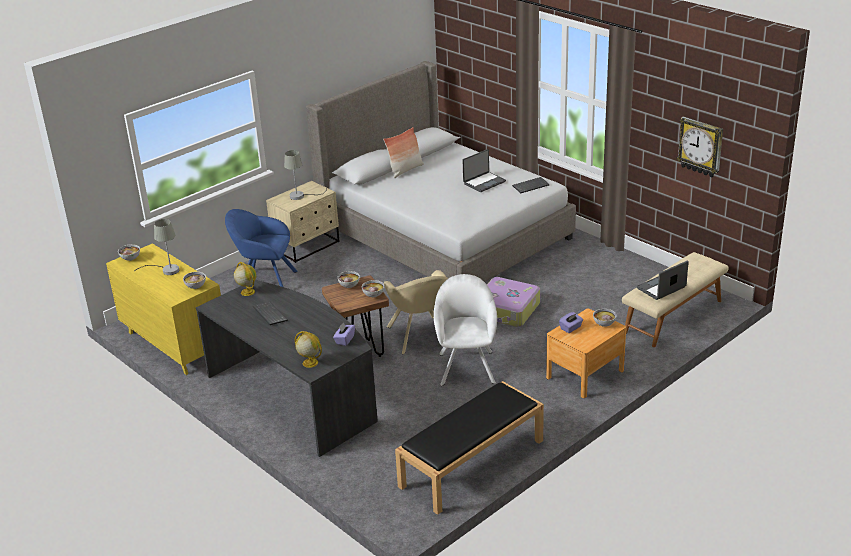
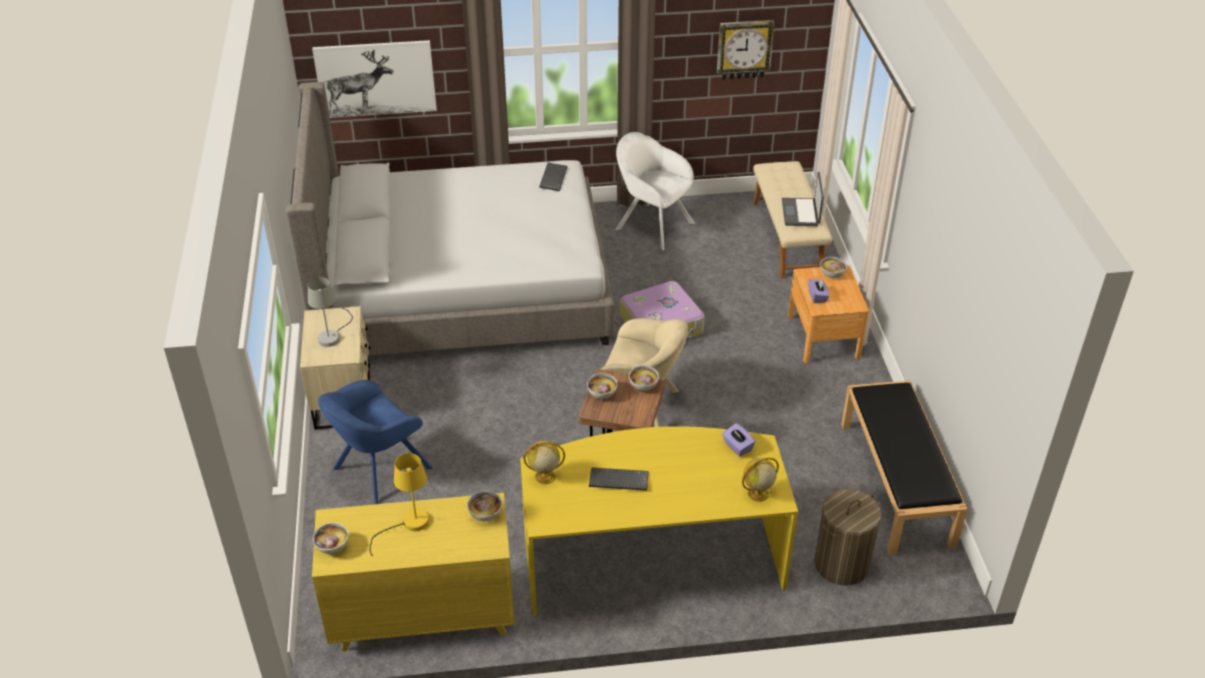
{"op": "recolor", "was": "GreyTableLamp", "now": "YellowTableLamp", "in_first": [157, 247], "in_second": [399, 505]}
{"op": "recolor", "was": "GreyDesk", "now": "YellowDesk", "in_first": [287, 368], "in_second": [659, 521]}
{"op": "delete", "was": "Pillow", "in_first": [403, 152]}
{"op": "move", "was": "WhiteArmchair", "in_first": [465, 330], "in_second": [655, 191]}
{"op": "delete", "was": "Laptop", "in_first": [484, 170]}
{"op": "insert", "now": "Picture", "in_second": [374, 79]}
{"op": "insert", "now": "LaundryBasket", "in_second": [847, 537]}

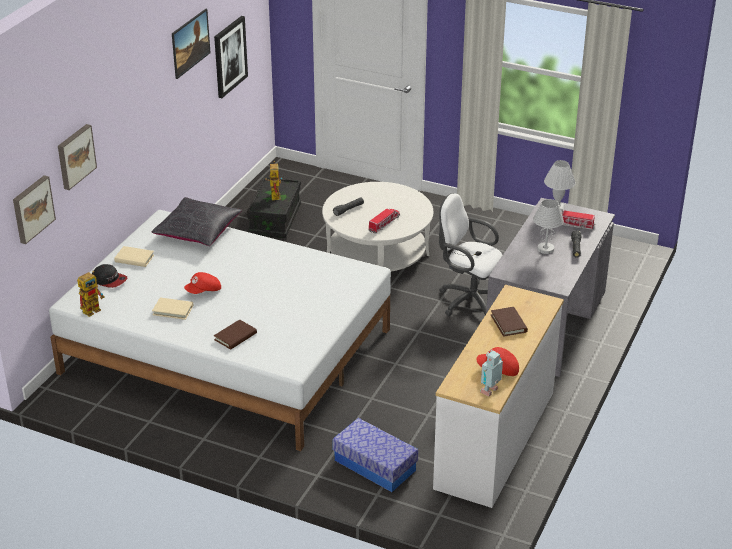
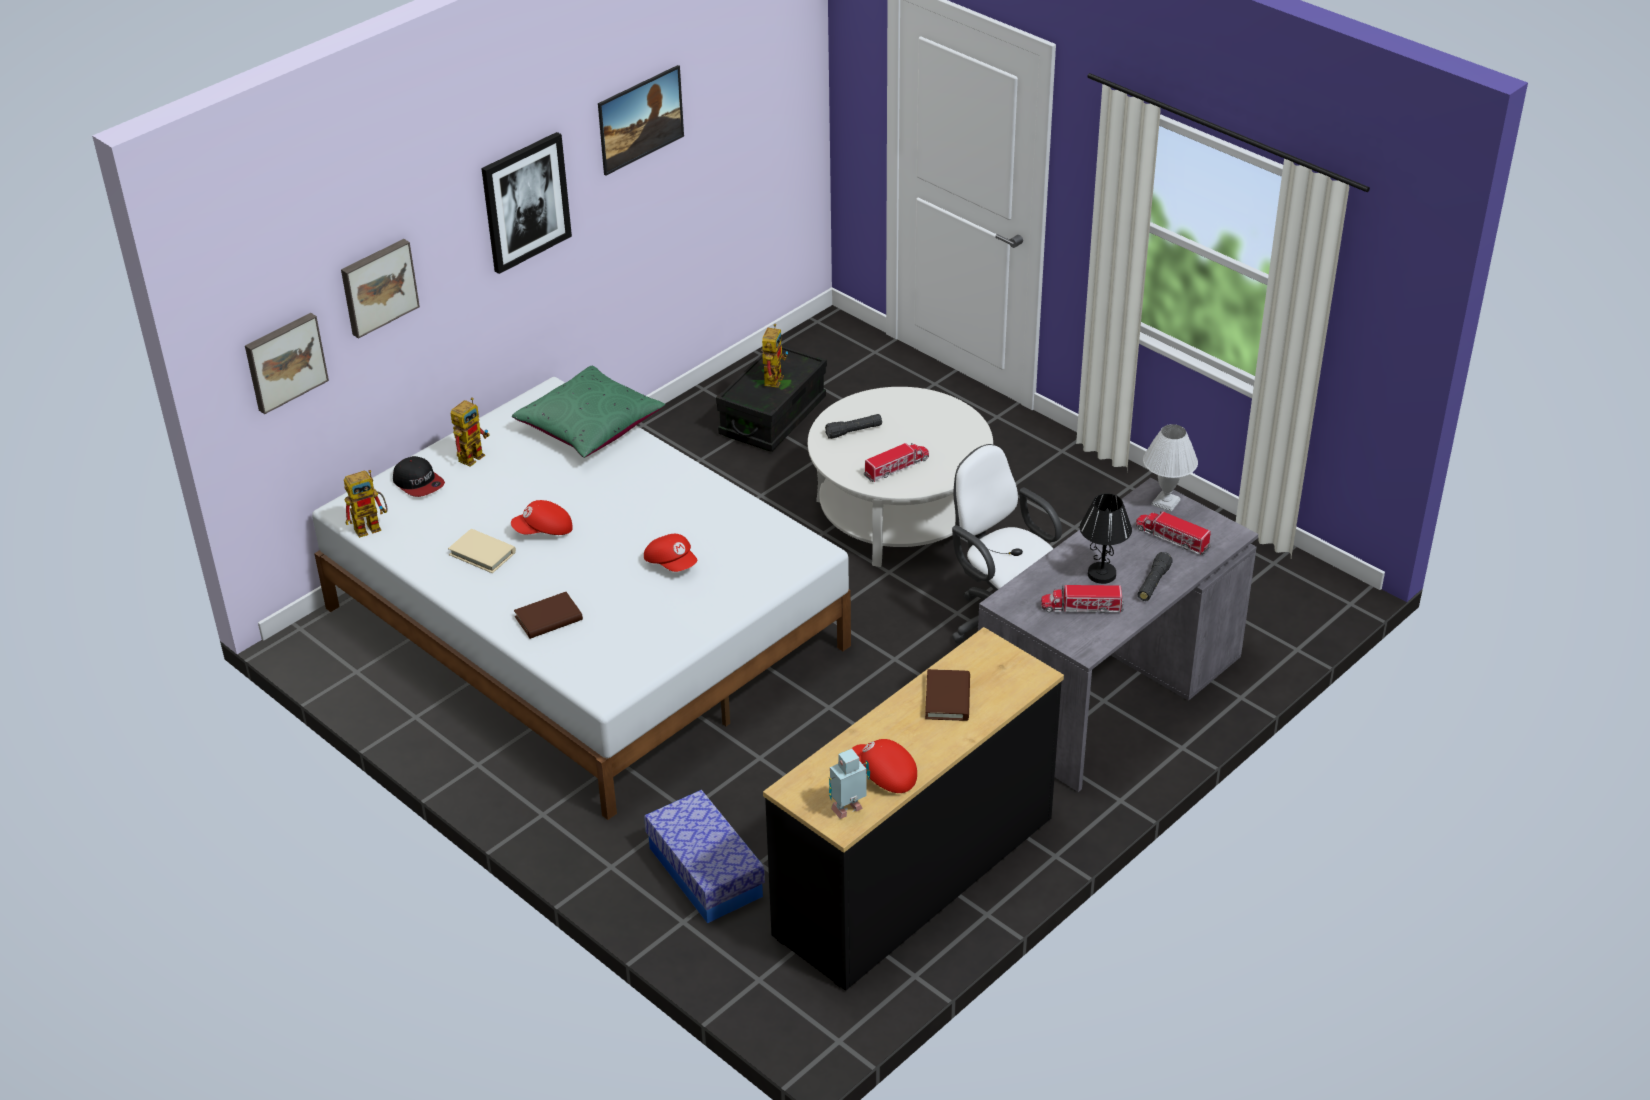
{"op": "replace", "was": "BeigeBook", "now": "ToyRobot", "in_first": [134, 256], "in_second": [470, 432]}
{"op": "recolor", "was": "BlackPillow", "now": "GreenPillow", "in_first": [197, 221], "in_second": [588, 411]}
{"op": "move", "was": "Picture", "in_first": [231, 57], "in_second": [526, 203]}
{"op": "recolor", "was": "WhiteDresser", "now": "BlackDresser", "in_first": [498, 396], "in_second": [913, 809]}
{"op": "recolor", "was": "WhiteTableLamp", "now": "BlackTableLamp", "in_first": [548, 226], "in_second": [1106, 538]}
{"op": "insert", "now": "RedCap", "in_second": [670, 553]}
{"op": "insert", "now": "ToyTruck", "in_second": [1082, 598]}

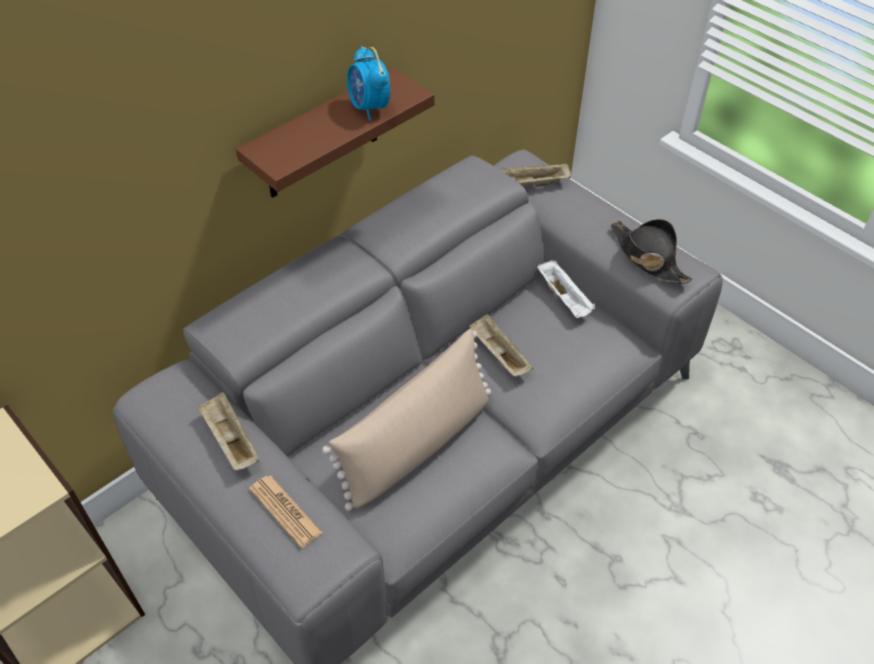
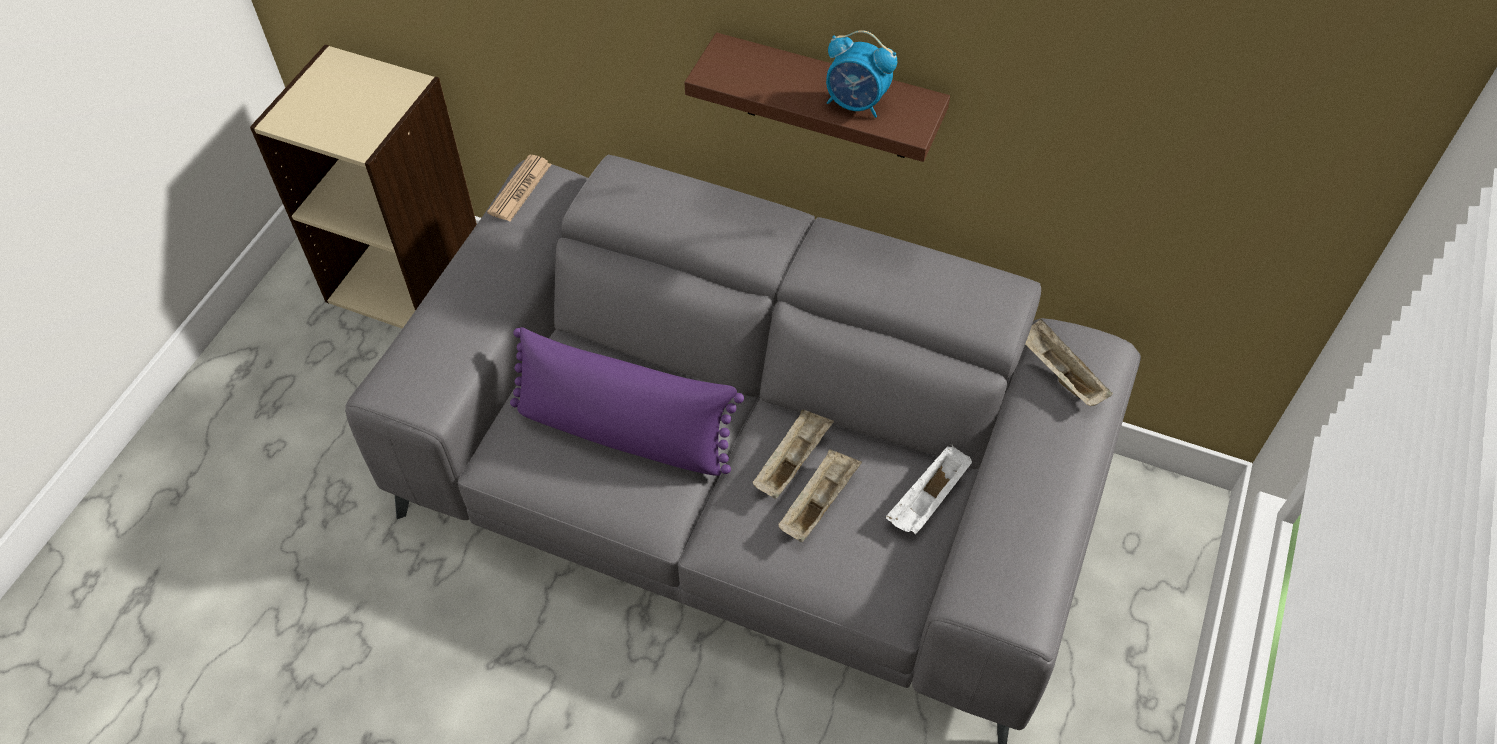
{"op": "move", "was": "BeigeTray", "in_first": [229, 431], "in_second": [820, 496]}
{"op": "move", "was": "Newspaper", "in_first": [286, 511], "in_second": [519, 188]}
{"op": "recolor", "was": "BeigePillow", "now": "PurplePillow", "in_first": [406, 420], "in_second": [627, 401]}
{"op": "rotate", "was": "AlarmClock", "in_first": [368, 83], "in_second": [861, 74], "clockwise": -105}
{"op": "delete", "was": "BlackHat", "in_first": [652, 251]}

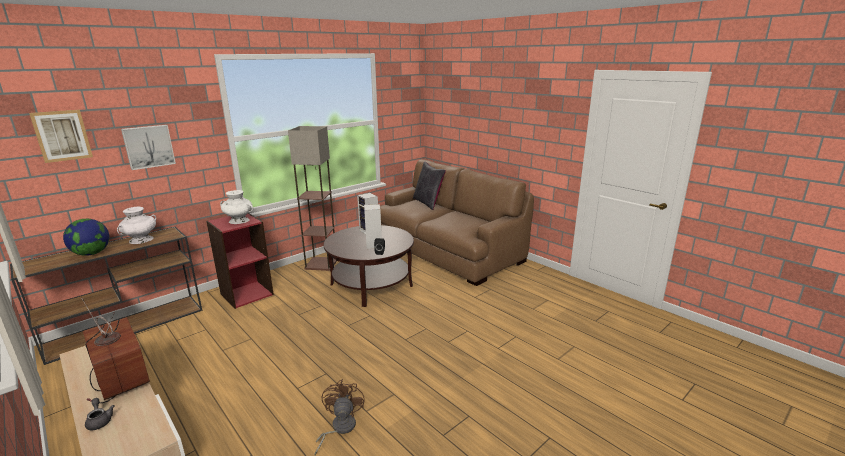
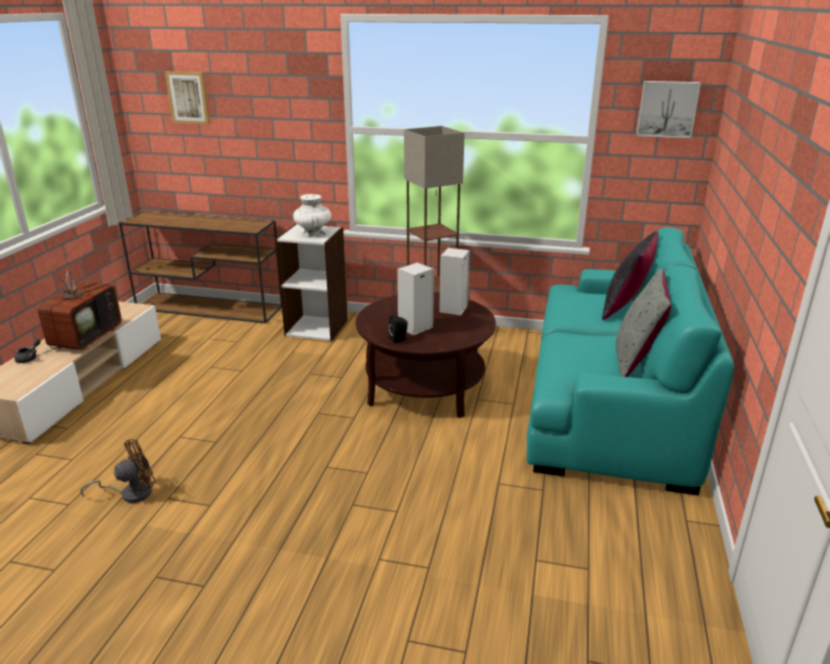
{"op": "delete", "was": "Globe", "in_first": [86, 237]}
{"op": "delete", "was": "WhiteVase", "in_first": [136, 225]}
{"op": "move", "was": "Picture", "in_first": [148, 147], "in_second": [668, 109]}
{"op": "recolor", "was": "RedBookcase", "now": "WhiteBookcase", "in_first": [240, 261], "in_second": [311, 282]}
{"op": "recolor", "was": "BrownSofa", "now": "TurquoiseSofa", "in_first": [457, 222], "in_second": [630, 361]}
{"op": "insert", "now": "GreyPillow", "in_second": [643, 322]}

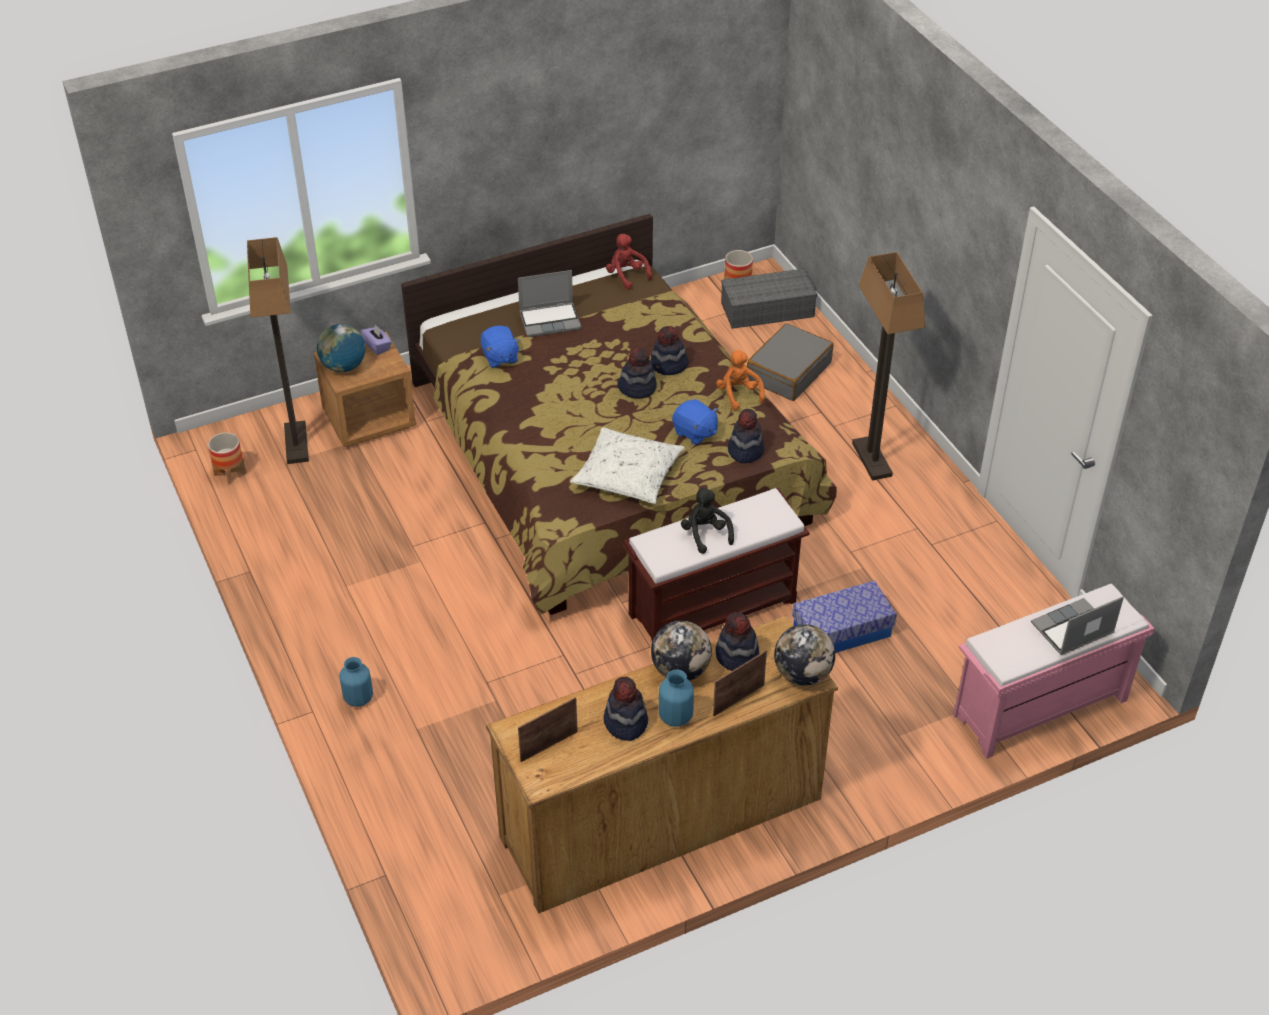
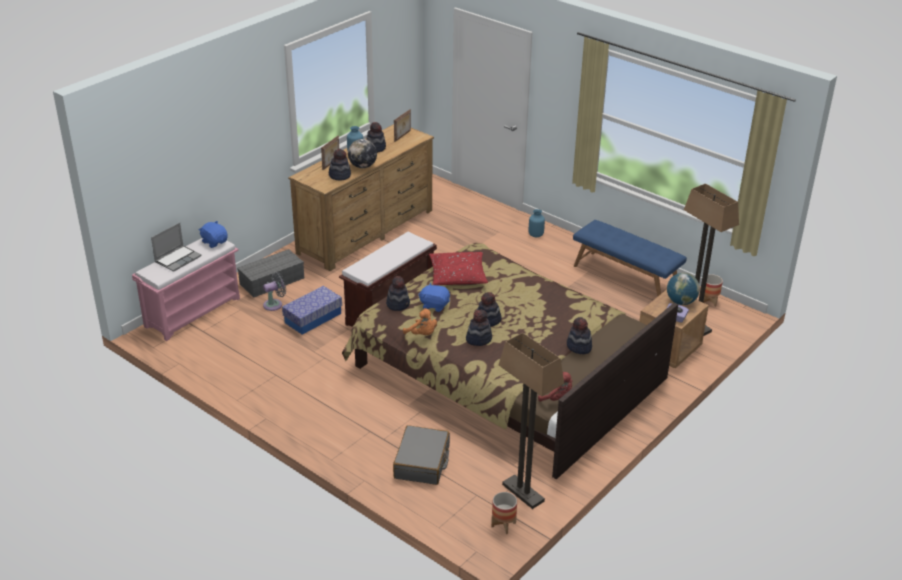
{"op": "move", "was": "BluePlushToy", "in_first": [500, 346], "in_second": [213, 234]}
{"op": "replace", "was": "Laptop", "now": "Hat", "in_first": [549, 303], "in_second": [579, 335]}
{"op": "recolor", "was": "WhitePillow", "now": "RedPillow", "in_first": [627, 465], "in_second": [458, 268]}
{"op": "delete", "was": "BlackPlushToy", "in_first": [707, 520]}
{"op": "move", "was": "GreyStorageBox", "in_first": [769, 298], "in_second": [270, 273]}
{"op": "delete", "was": "Globe", "in_first": [804, 655]}
{"op": "move", "was": "FloorLamp", "in_first": [888, 366], "in_second": [531, 421]}
{"op": "insert", "now": "GreyFan", "in_second": [274, 291]}
{"op": "insert", "now": "BlueBench", "in_second": [630, 258]}

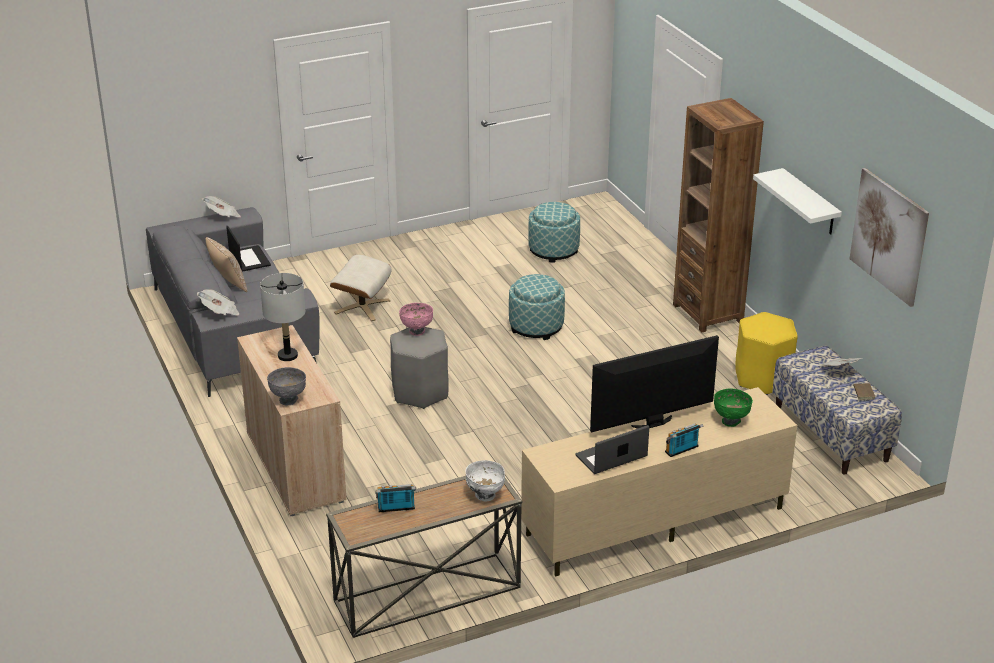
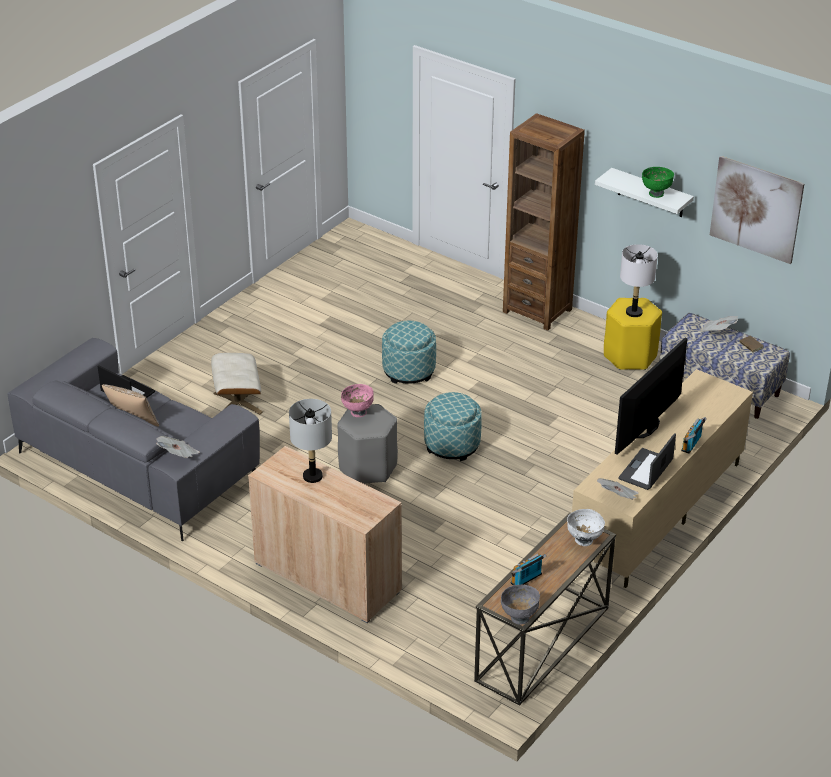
{"op": "move", "was": "Newspaper", "in_first": [221, 206], "in_second": [618, 489]}
{"op": "move", "was": "GreyBowl", "in_first": [286, 386], "in_second": [520, 605]}
{"op": "move", "was": "Ottoman", "in_first": [554, 232], "in_second": [453, 426]}
{"op": "move", "was": "GreenBowl", "in_first": [733, 408], "in_second": [658, 182]}
{"op": "insert", "now": "WhiteTableLamp", "in_second": [639, 280]}

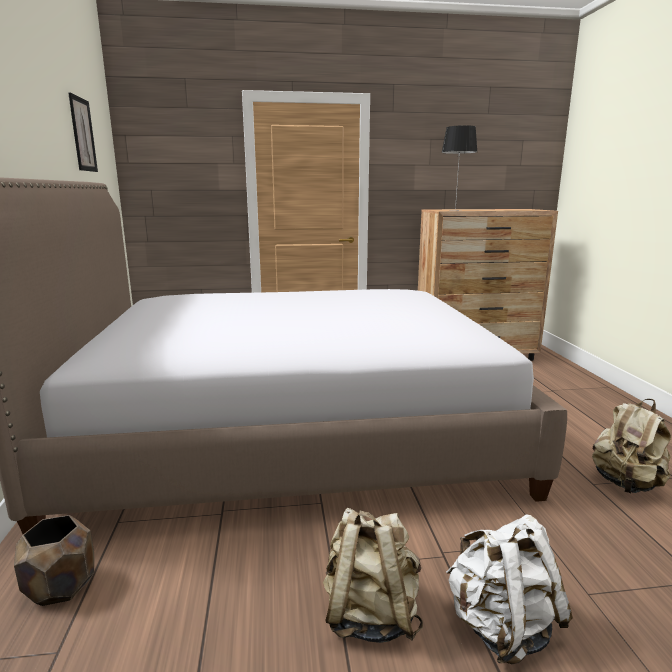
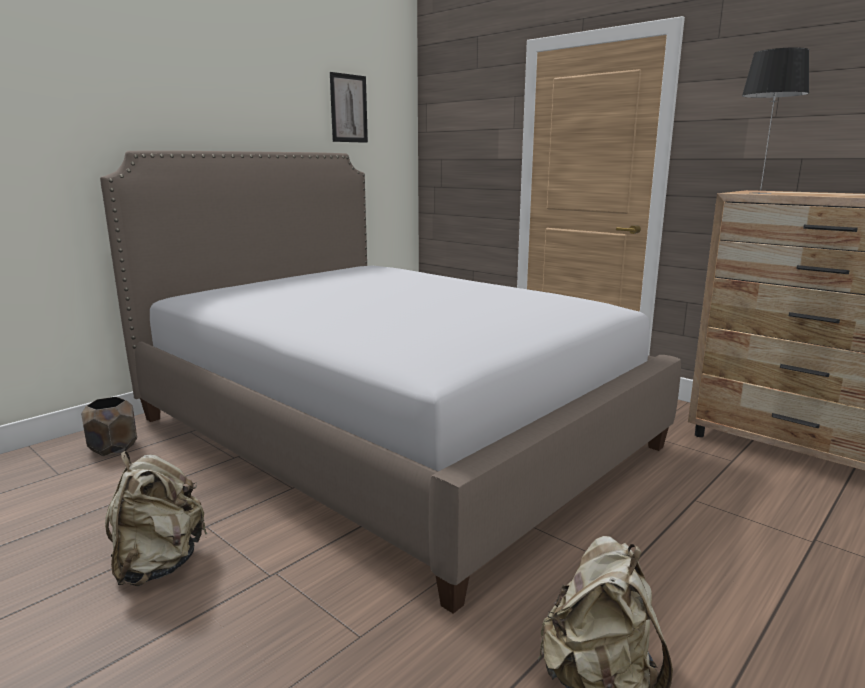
{"op": "delete", "was": "WhiteBackpack", "in_first": [509, 589]}

